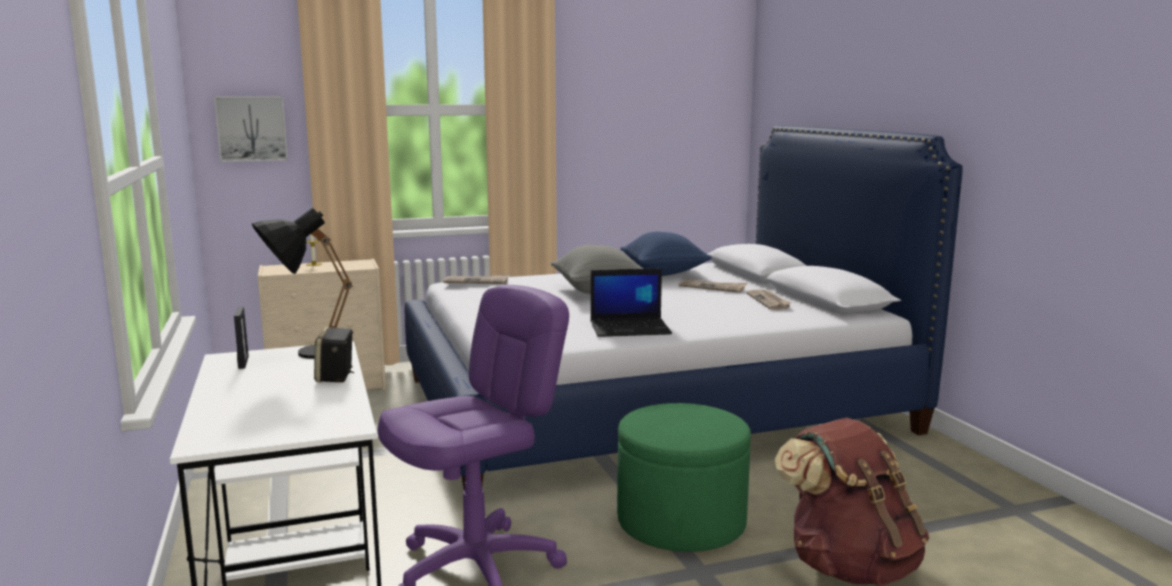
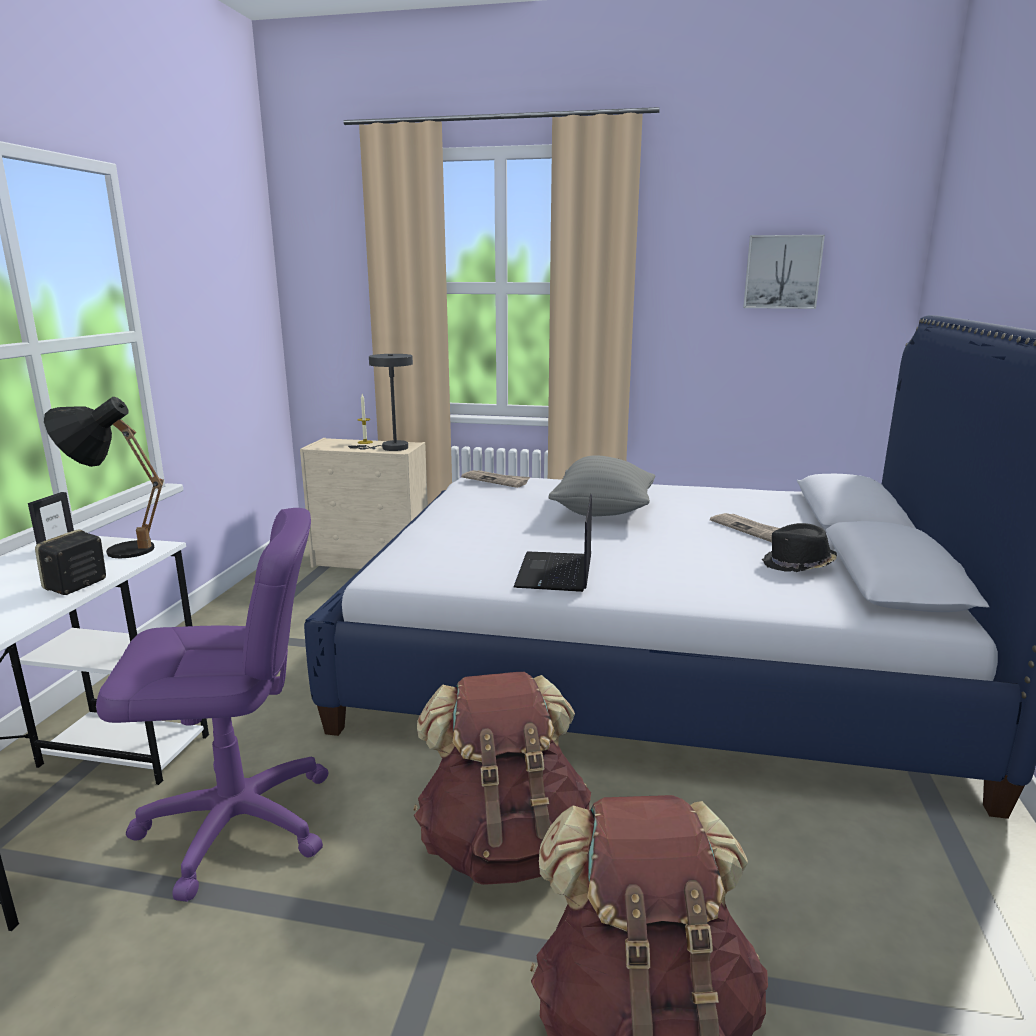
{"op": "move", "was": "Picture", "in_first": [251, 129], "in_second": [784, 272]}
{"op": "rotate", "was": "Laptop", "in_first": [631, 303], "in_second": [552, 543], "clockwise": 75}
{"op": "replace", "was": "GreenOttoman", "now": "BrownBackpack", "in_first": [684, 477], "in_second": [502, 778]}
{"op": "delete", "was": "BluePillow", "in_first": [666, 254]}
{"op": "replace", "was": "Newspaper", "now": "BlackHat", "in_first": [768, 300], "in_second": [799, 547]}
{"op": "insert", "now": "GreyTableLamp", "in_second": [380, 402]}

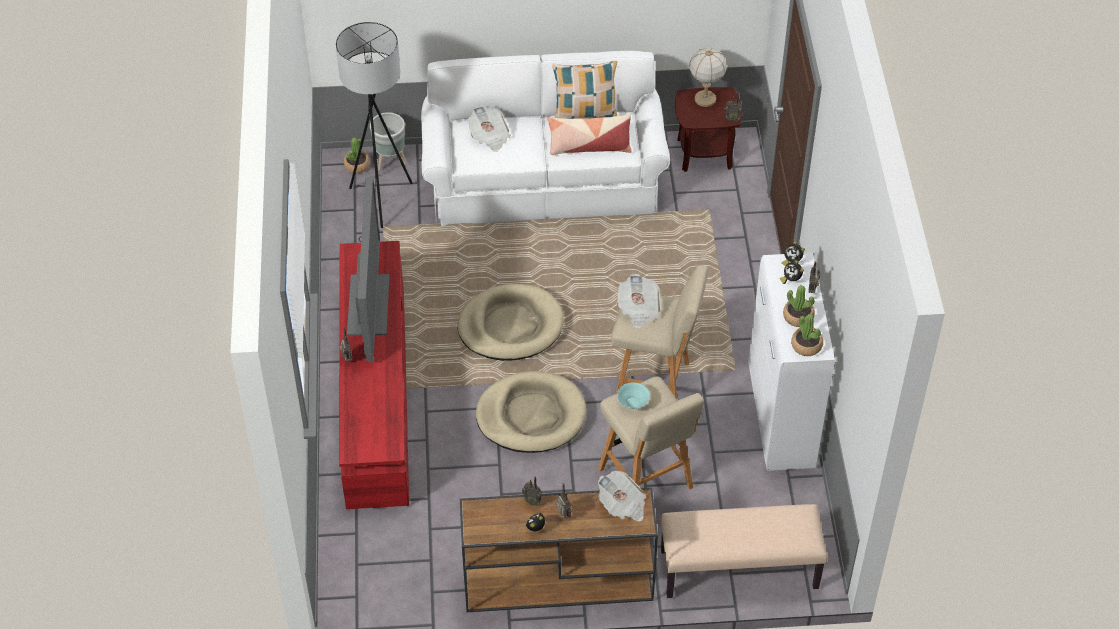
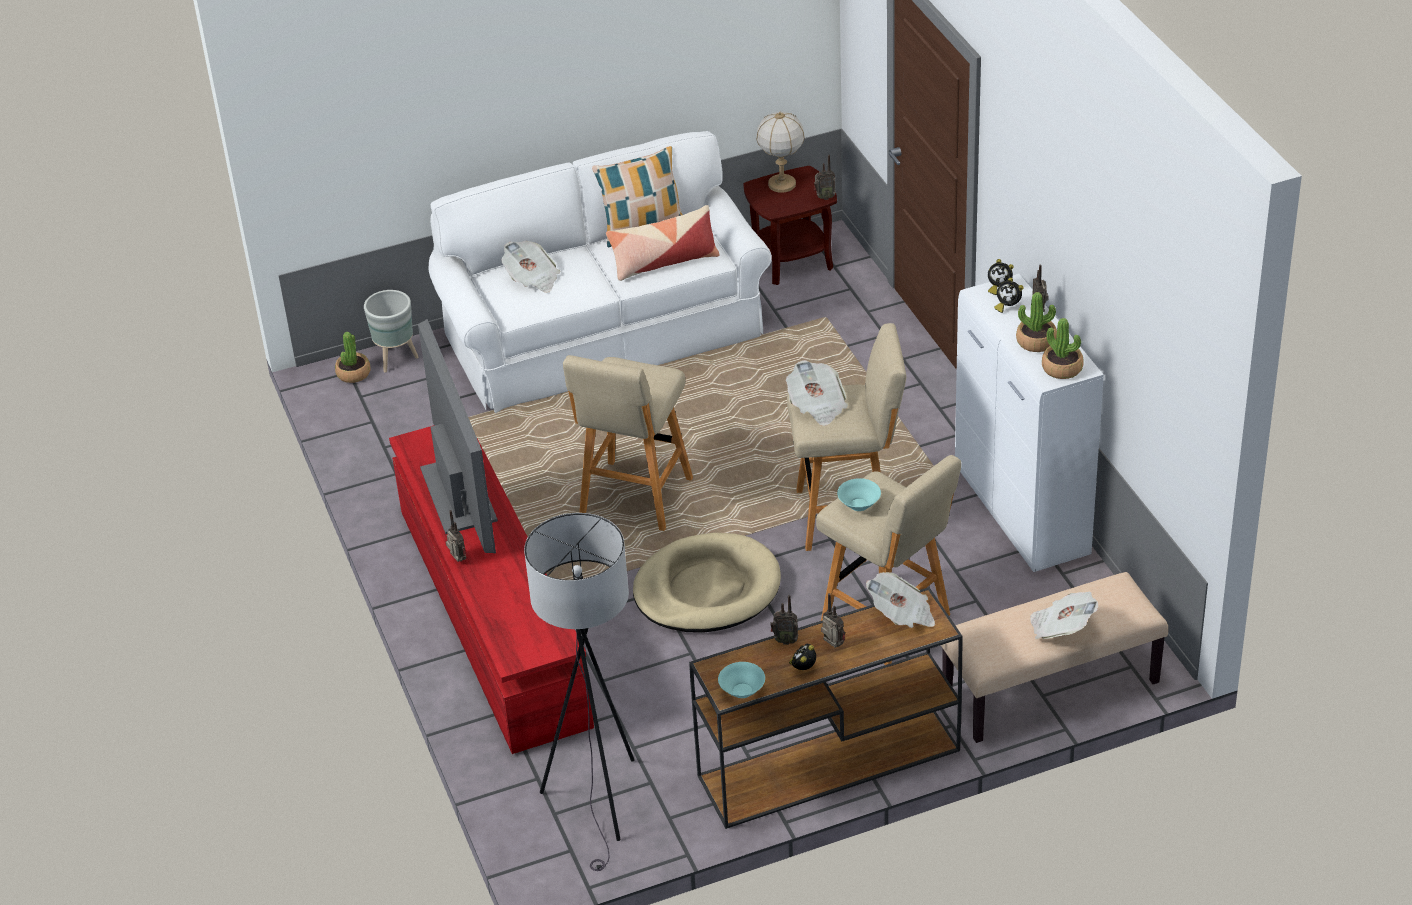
{"op": "move", "was": "GreyFloorLamp", "in_first": [374, 132], "in_second": [579, 692]}
{"op": "replace", "was": "BeigeDogBed", "now": "BeigeStool", "in_first": [510, 322], "in_second": [628, 443]}
{"op": "insert", "now": "TurquoiseBowl", "in_second": [741, 680]}
{"op": "insert", "now": "Newspaper", "in_second": [1064, 615]}

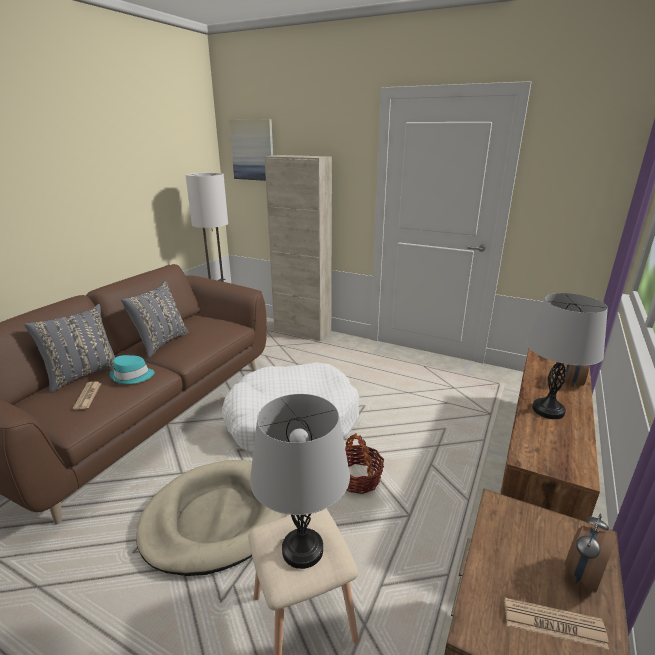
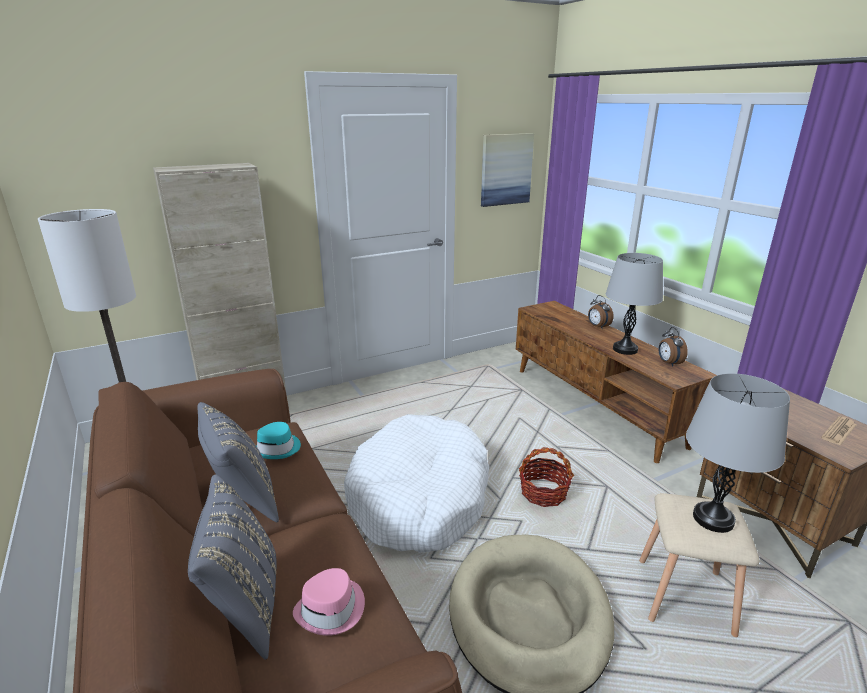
{"op": "replace", "was": "Newspaper", "now": "PinkHat", "in_first": [87, 395], "in_second": [329, 602]}
{"op": "move", "was": "TurquoiseHat", "in_first": [132, 369], "in_second": [278, 440]}
{"op": "move", "was": "Picture", "in_first": [251, 150], "in_second": [507, 170]}
{"op": "move", "was": "AlarmClock", "in_first": [590, 553], "in_second": [673, 347]}

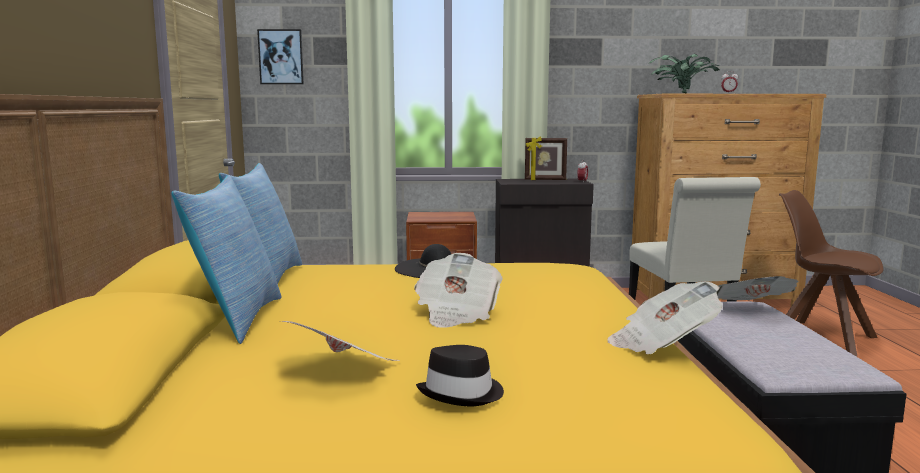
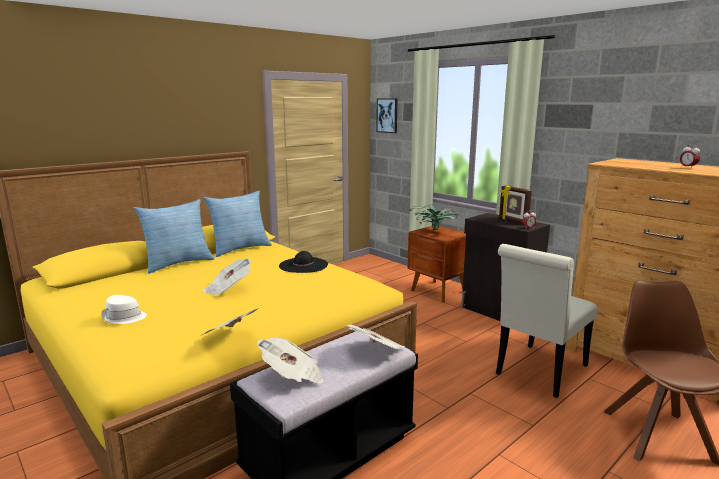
{"op": "move", "was": "Newspaper", "in_first": [340, 341], "in_second": [290, 360]}
{"op": "recolor", "was": "BlackHat", "now": "WhiteHat", "in_first": [460, 375], "in_second": [124, 309]}
{"op": "move", "was": "PottedPlant", "in_first": [684, 74], "in_second": [434, 217]}

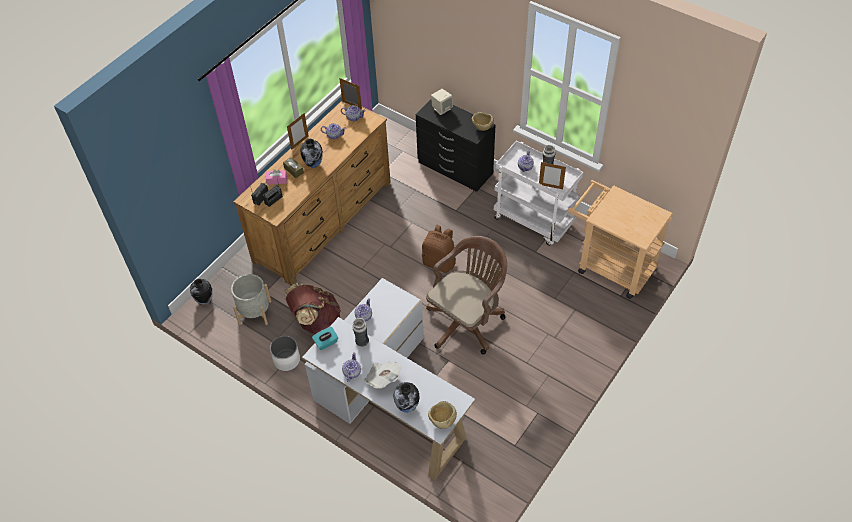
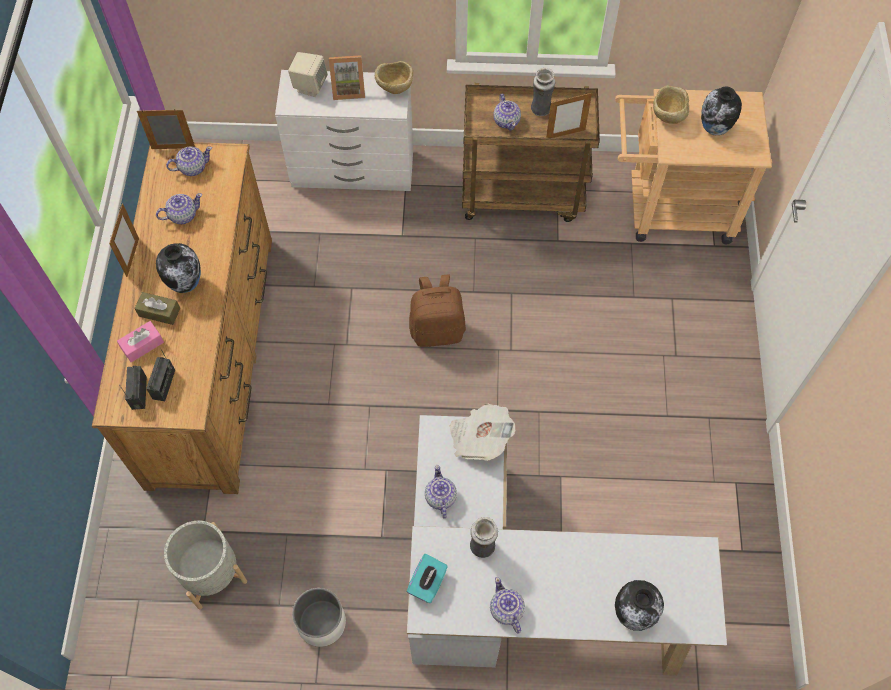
{"op": "move", "was": "Vase", "in_first": [201, 292], "in_second": [721, 110]}
{"op": "delete", "was": "BrownBackpack", "in_first": [313, 308]}
{"op": "move", "was": "Newspaper", "in_first": [383, 375], "in_second": [482, 432]}
{"op": "recolor", "was": "BlackDresser", "now": "WhiteDresser", "in_first": [455, 146], "in_second": [344, 130]}
{"op": "delete", "was": "BrownOfficeChair", "in_first": [466, 295]}
{"op": "move", "was": "BeigeBowl", "in_first": [442, 415], "in_second": [671, 104]}
{"op": "recolor", "was": "WhiteCart", "now": "BrownCart", "in_first": [538, 193], "in_second": [531, 152]}
{"op": "insert", "now": "PictureFrame", "in_second": [347, 77]}

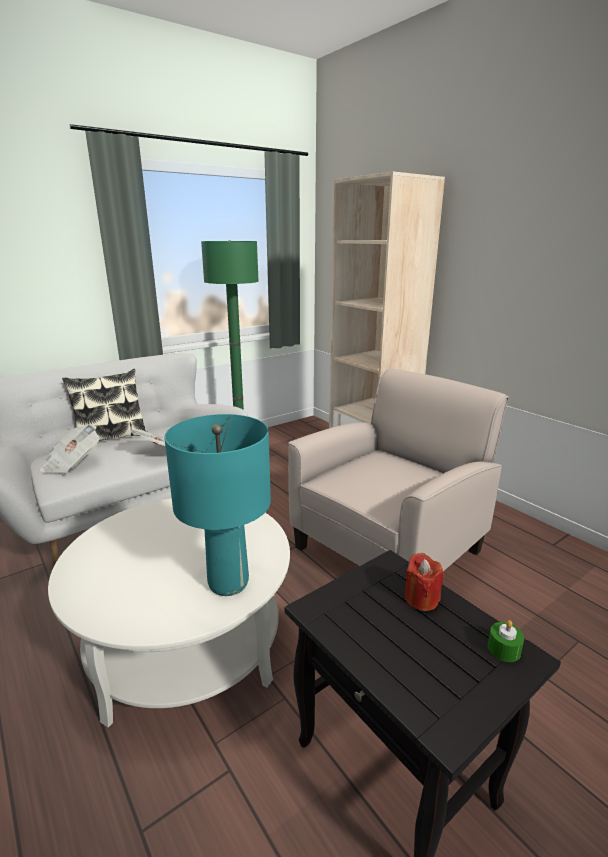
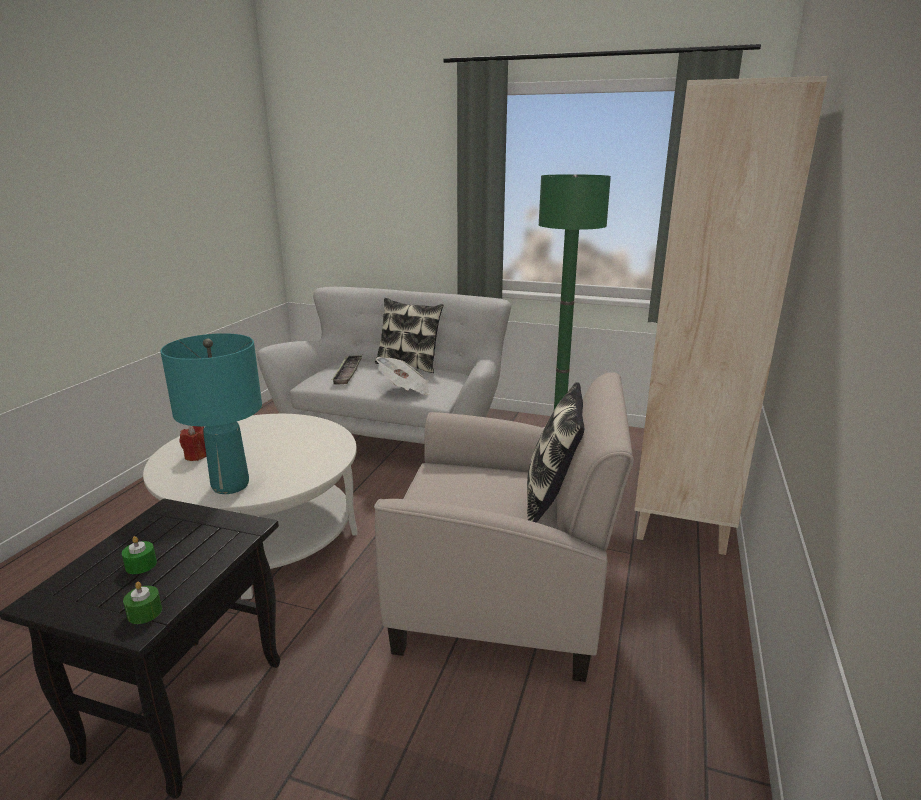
{"op": "replace", "was": "Newspaper", "now": "Tray", "in_first": [69, 449], "in_second": [347, 369]}
{"op": "move", "was": "RedCandle", "in_first": [424, 582], "in_second": [193, 443]}
{"op": "insert", "now": "GreenCandle", "in_second": [139, 555]}
{"op": "insert", "now": "Pillow", "in_second": [555, 452]}

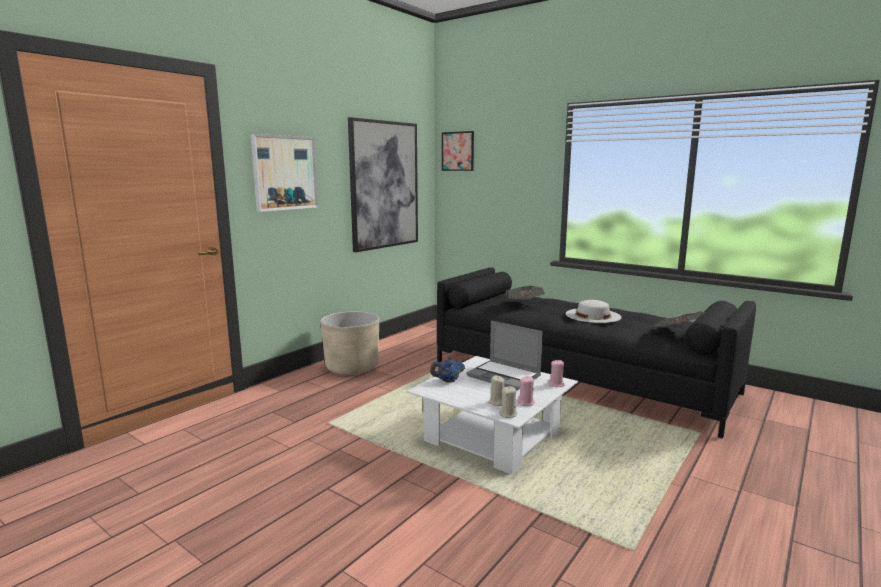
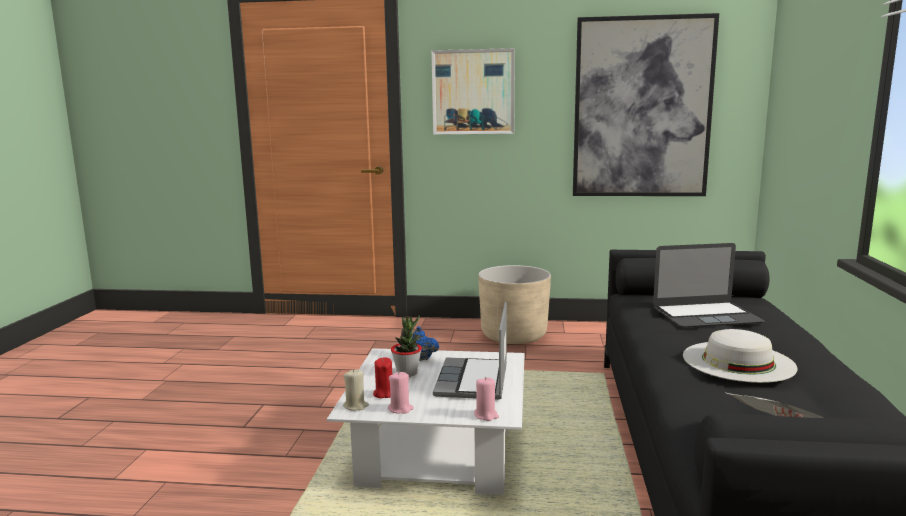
{"op": "delete", "was": "Picture", "in_first": [458, 151]}
{"op": "recolor", "was": "BeigeCandle", "now": "RedCandle", "in_first": [496, 390], "in_second": [382, 377]}
{"op": "replace", "was": "Newspaper", "now": "Laptop", "in_first": [525, 293], "in_second": [708, 285]}
{"op": "insert", "now": "PottedPlant", "in_second": [406, 346]}

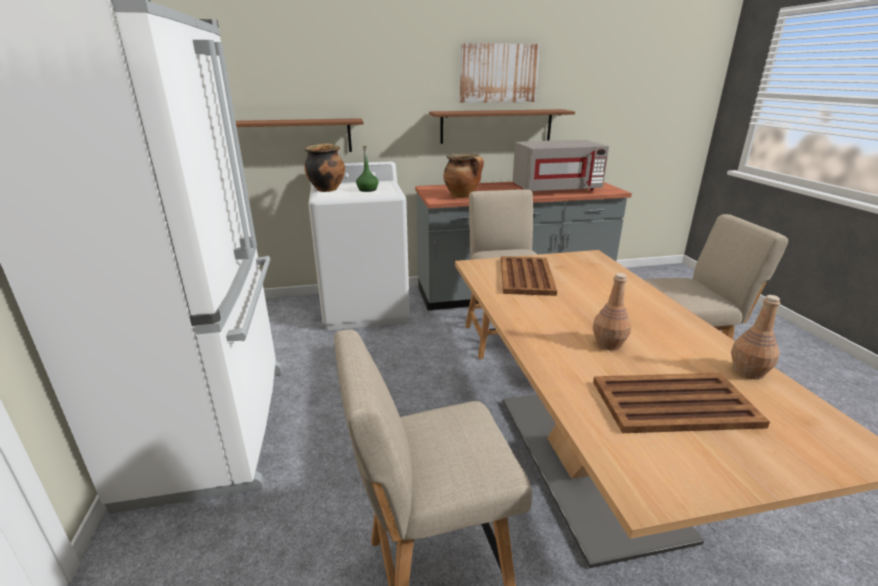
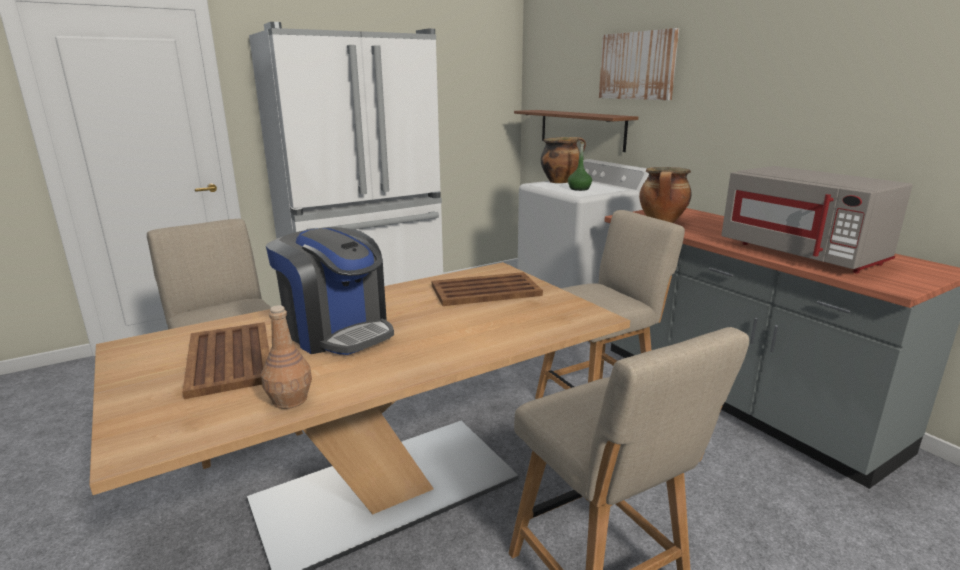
{"op": "delete", "was": "BrownShelf", "in_first": [502, 126]}
{"op": "move", "was": "Picture", "in_first": [500, 73], "in_second": [639, 64]}
{"op": "replace", "was": "BrownBottle", "now": "CoffeeMachine", "in_first": [612, 311], "in_second": [330, 291]}

